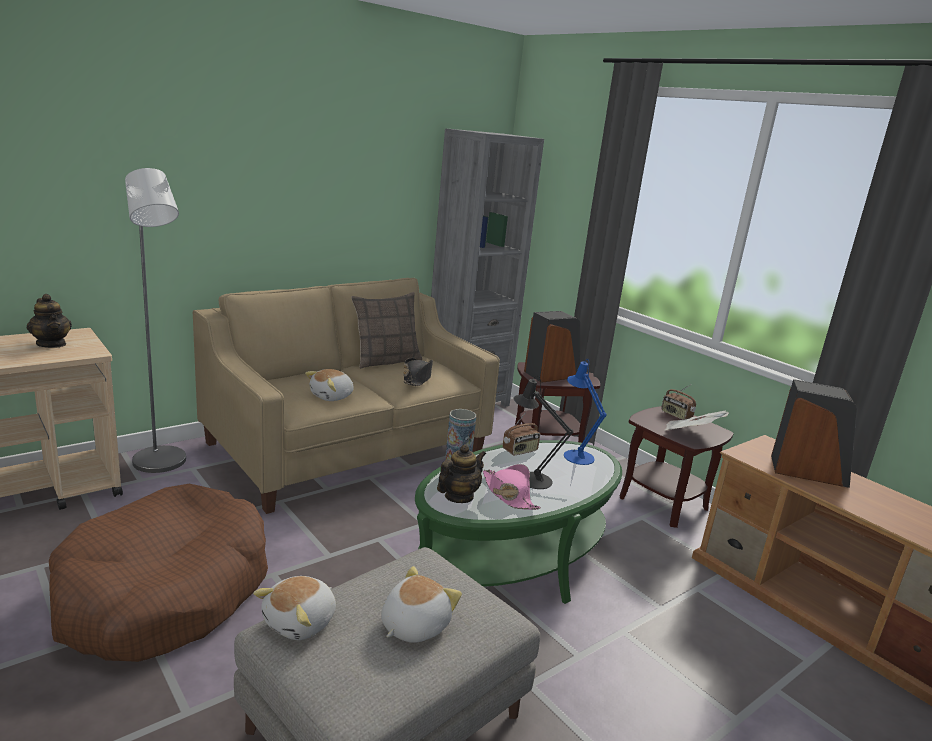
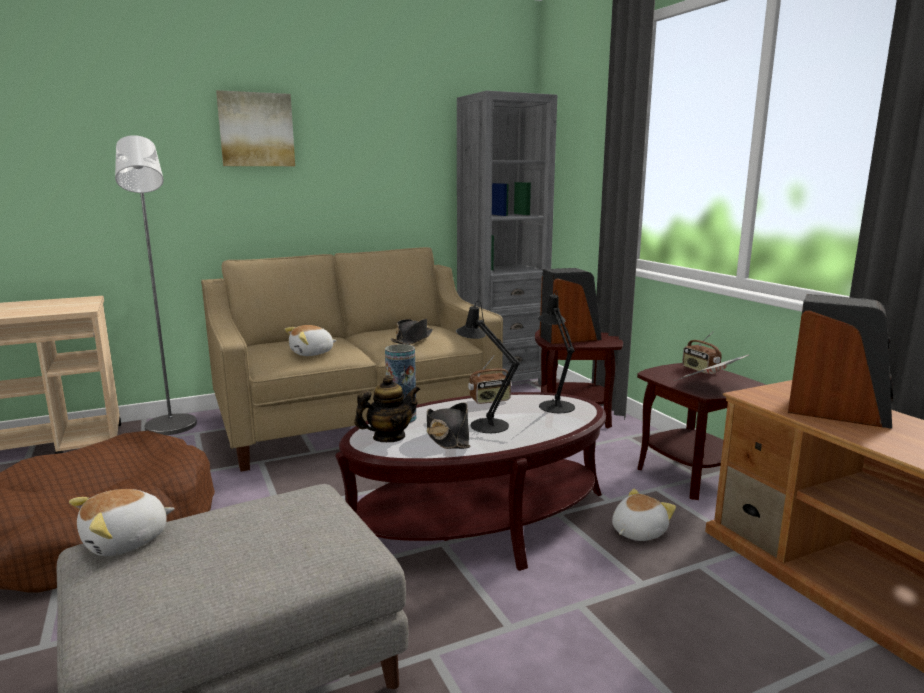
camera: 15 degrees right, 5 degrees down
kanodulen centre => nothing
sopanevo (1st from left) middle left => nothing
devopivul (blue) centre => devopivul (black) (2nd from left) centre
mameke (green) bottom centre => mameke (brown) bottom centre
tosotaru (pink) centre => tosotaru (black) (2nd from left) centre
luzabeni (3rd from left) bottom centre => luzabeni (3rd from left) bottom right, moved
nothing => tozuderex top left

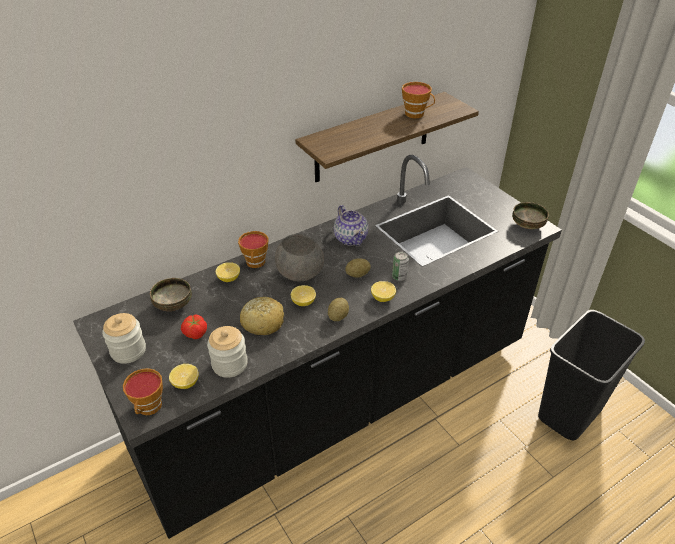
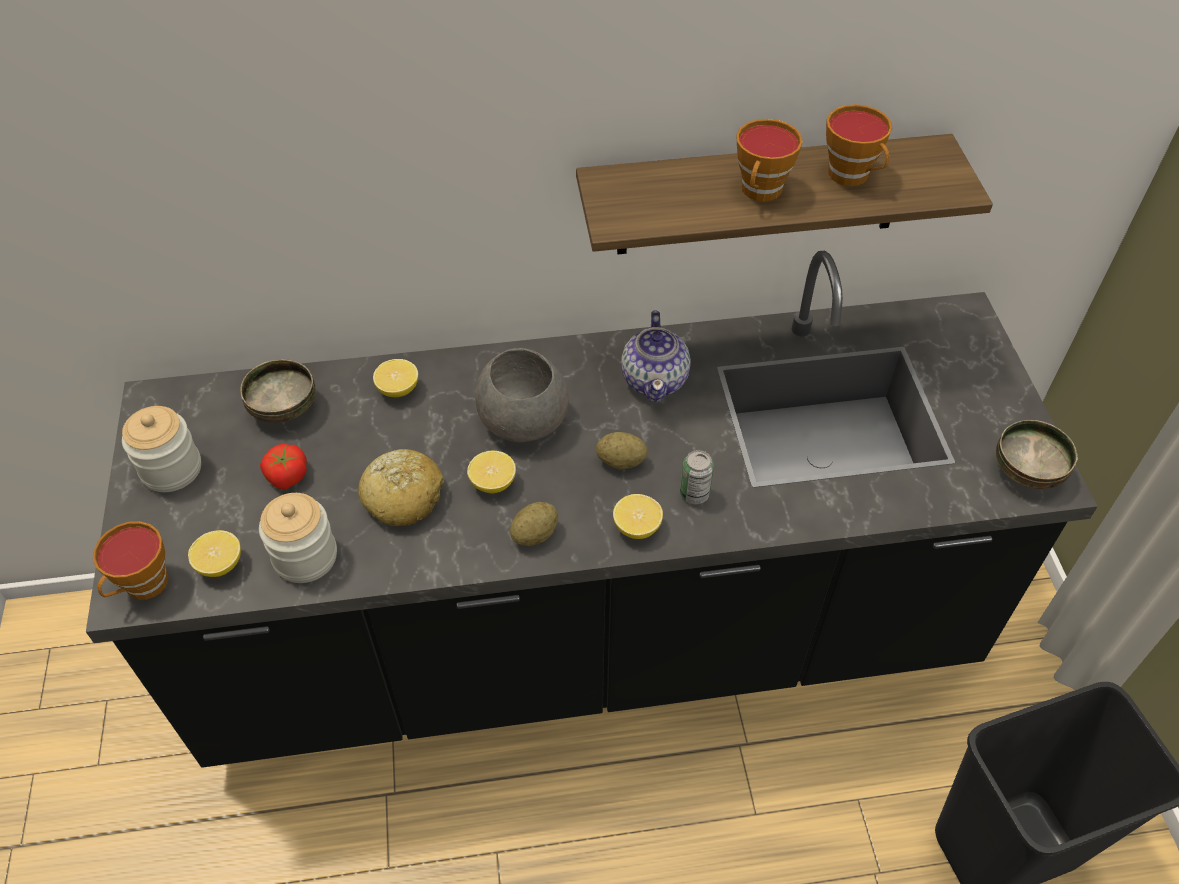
camera: 25 degrees right, 10 degrees up
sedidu (2nd from left) centre => sedidu (2nd from left) top centre, moved

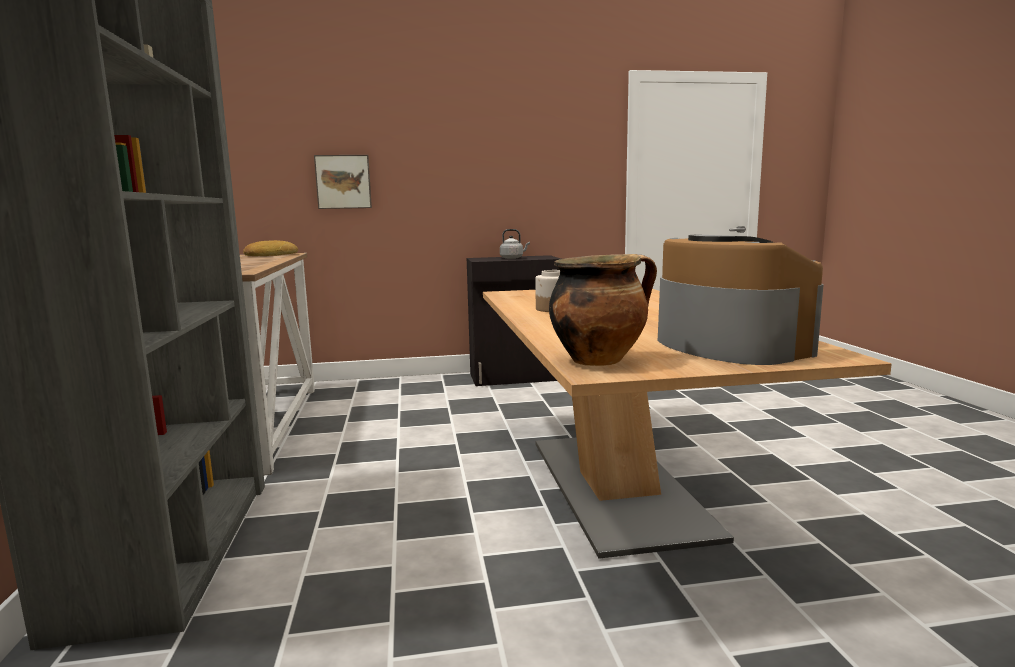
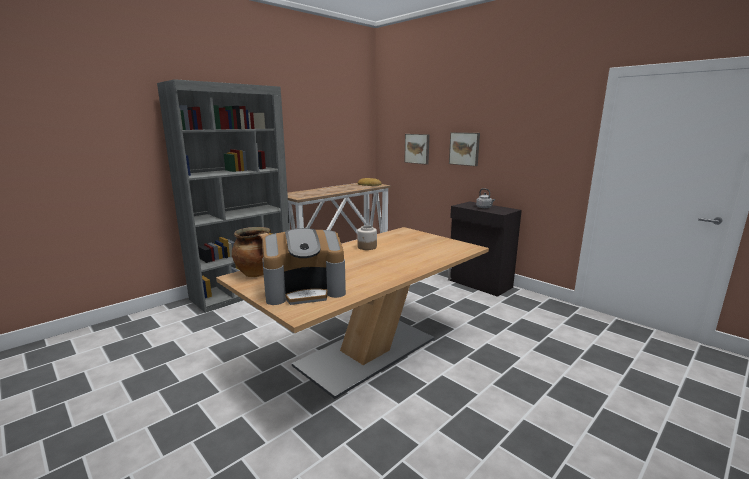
camera: 55 degrees right, 5 degrees up
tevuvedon middle right => tevuvedon centre, 45 degrees clockwise
nothing => tozuderex (2nd from left) top centre

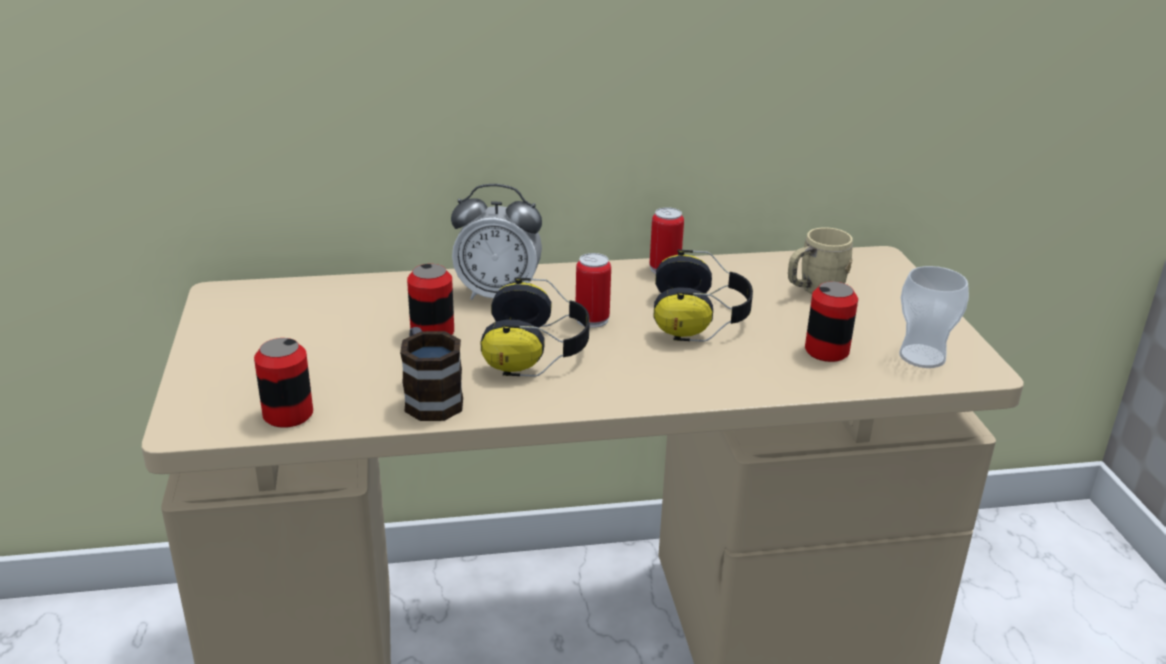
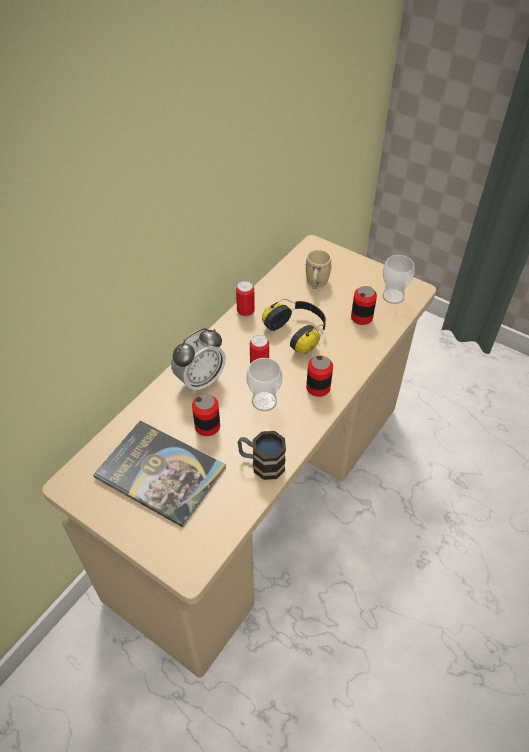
camera: 45 degrees left, 20 degrees up
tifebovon (1st from left) centre => sedidu (1st from left) centre
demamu (1st from left in the first image) middle left => demamu (4th from left) centre, moved
nothing => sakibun middle left

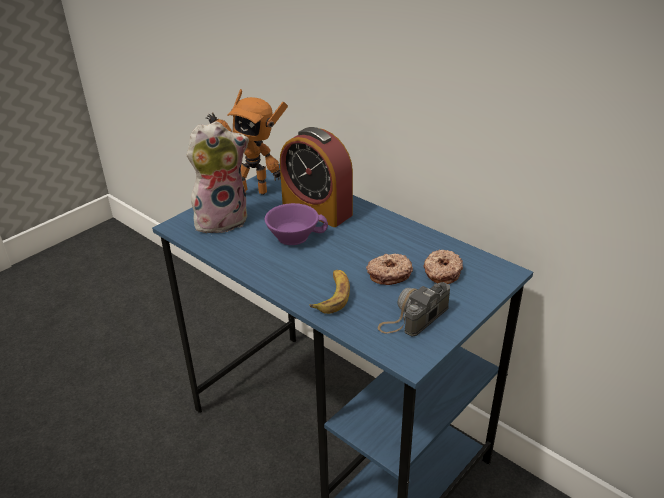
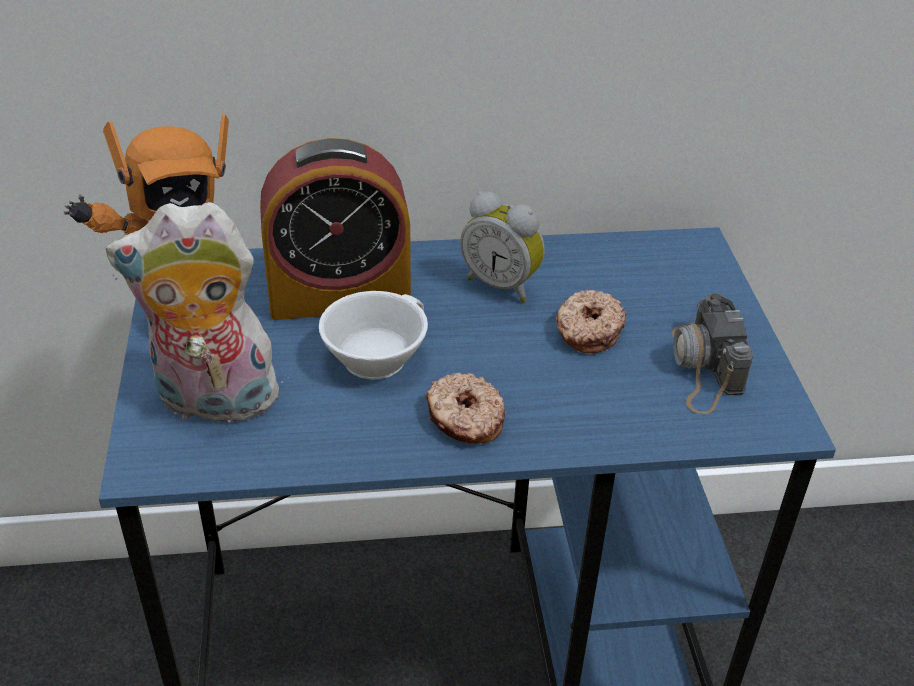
camera: 50 degrees left, 5 degrees up
luzabeni middle left, 105 degrees counterclockwise
sedidu (purple) centre => sedidu (white) centre
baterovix (2nd from left in the first image) middle right => baterovix (1st from left) centre, moved
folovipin centre => nothing
nothing => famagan (2nd from left) centre

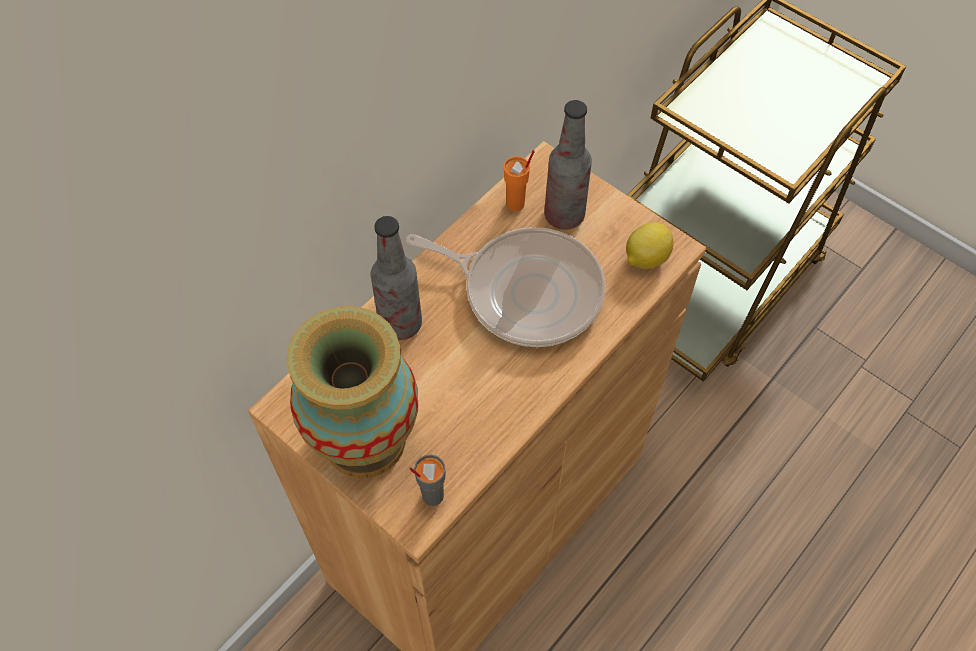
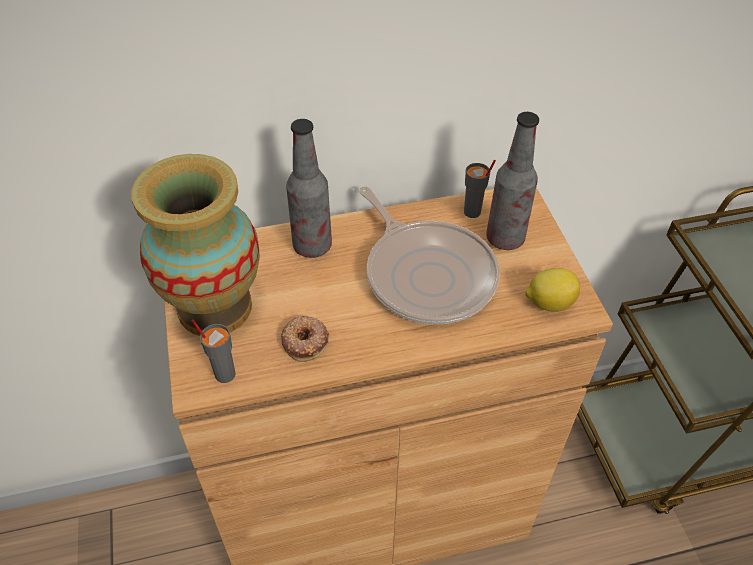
camera: 35 degrees right, 10 degrees down
sedidu (orange) top centre => sedidu (grey) (2nd from left) centre
nothing => baterovix centre

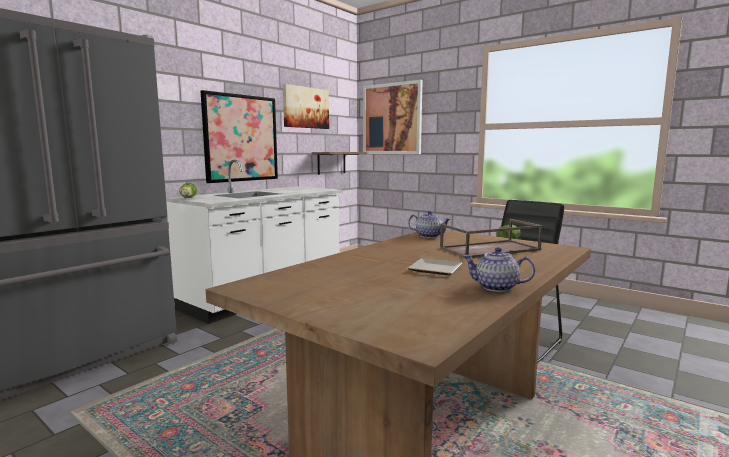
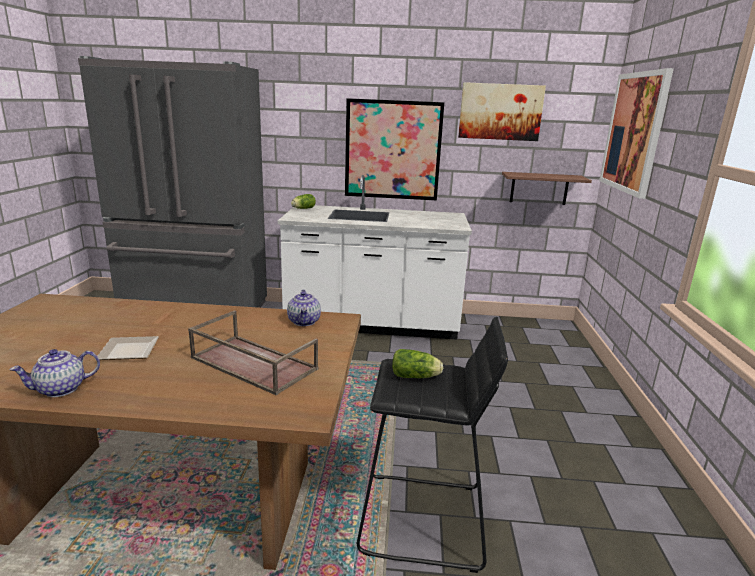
camera: 55 degrees right, 10 degrees up
sopanevo (2nd from left in the first image) middle right => sopanevo (1st from left) middle left, 105 degrees counterclockwise

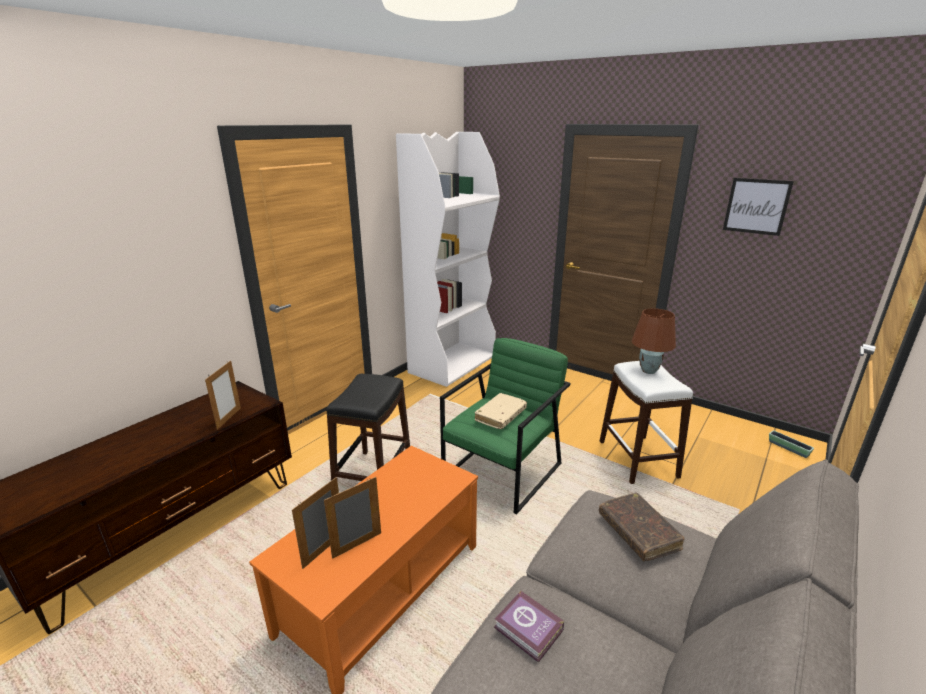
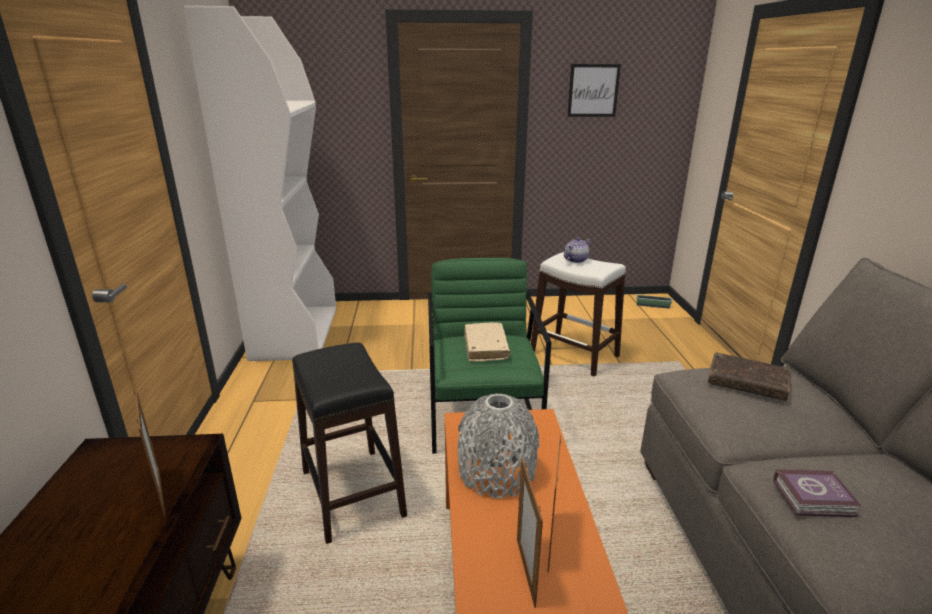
camera: 40 degrees left, 0 degrees up
devopivul (brown) middle right => sopanevo centre
nothing => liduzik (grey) bottom centre

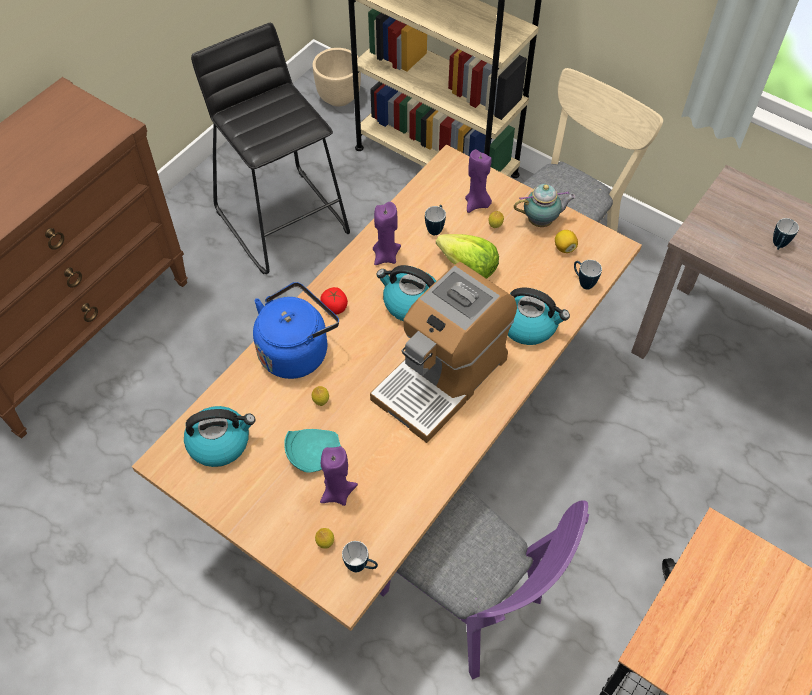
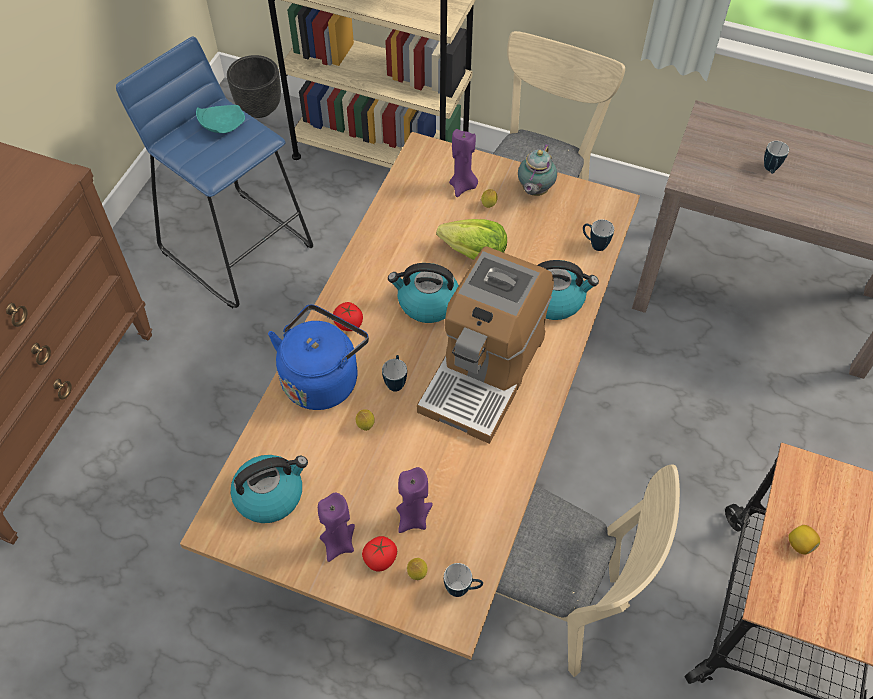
camera: 15 degrees left, 0 degrees up
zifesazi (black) top left => zifesazi (blue) top left
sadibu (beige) top centre => sadibu (black) top left
sopanevo top right => sopanevo top centre, 135 degrees clockwise
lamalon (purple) (2nd from left in the first image) centre => lamalon (purple) (1st from left) bottom centre, moved
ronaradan (2nd from left in the first image) top centre => ronaradan (1st from left) centre, moved
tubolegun (4th from left) middle right => tubolegun (4th from left) bottom right, moved
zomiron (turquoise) centre => zomiron (turquoise) top left, moved
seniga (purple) bottom centre => seniga (beige) (2nd from left) bottom right
nothing => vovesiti (2nd from left) bottom centre

